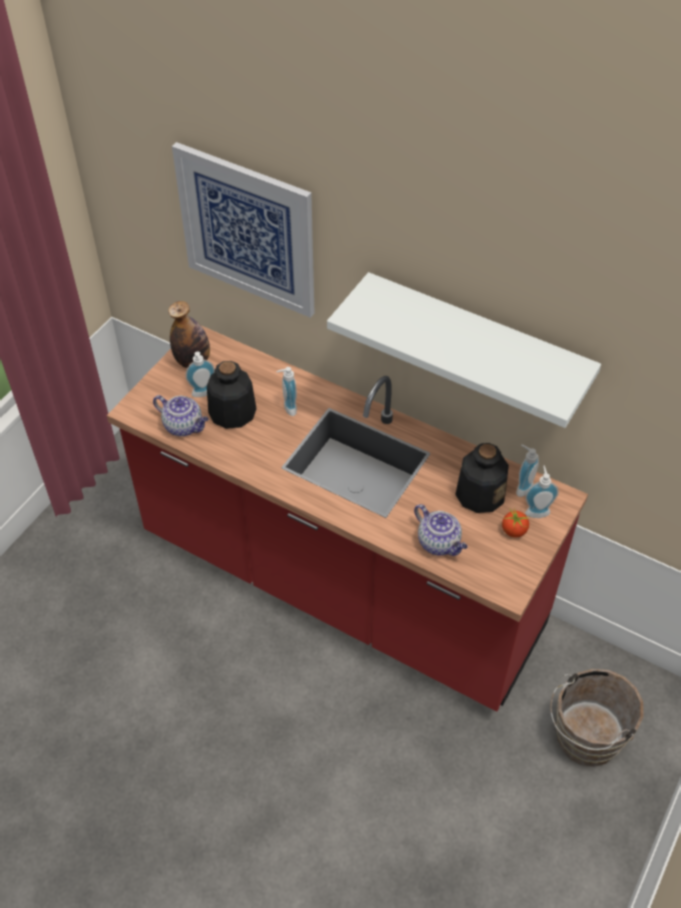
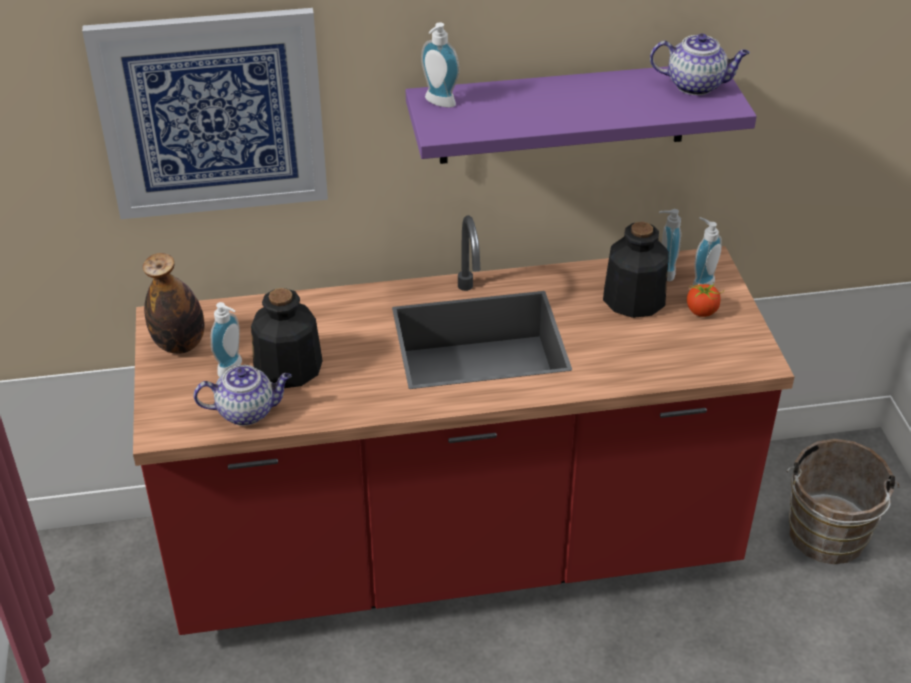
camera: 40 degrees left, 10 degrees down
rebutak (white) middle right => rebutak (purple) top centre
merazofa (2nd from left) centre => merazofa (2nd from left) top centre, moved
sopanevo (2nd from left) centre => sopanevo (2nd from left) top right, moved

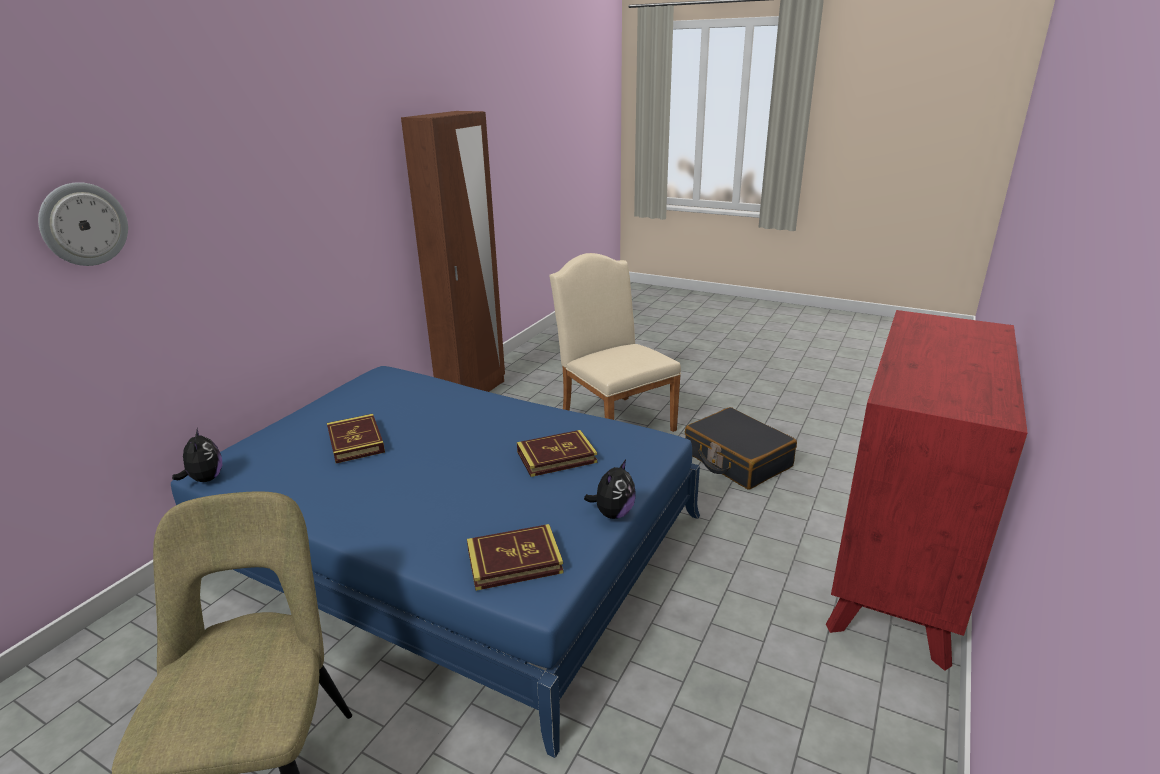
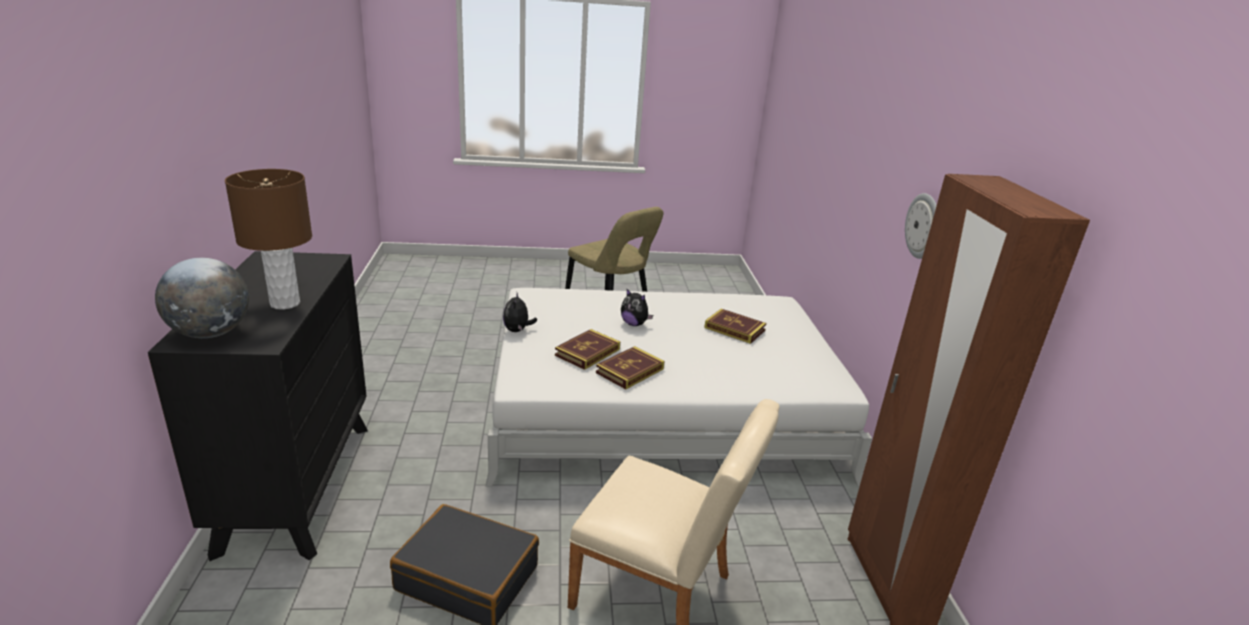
camera: 145 degrees right, 0 degrees up
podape top left => podape middle right, moved
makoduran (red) middle right => makoduran (black) middle left
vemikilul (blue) bottom centre => vemikilul (white) centre
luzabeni (1st from left in the first image) middle left => luzabeni (2nd from left) centre, moved
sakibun (2nd from left) bottom centre => sakibun (2nd from left) centre, moved
nothing => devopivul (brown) middle left
nothing => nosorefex middle left

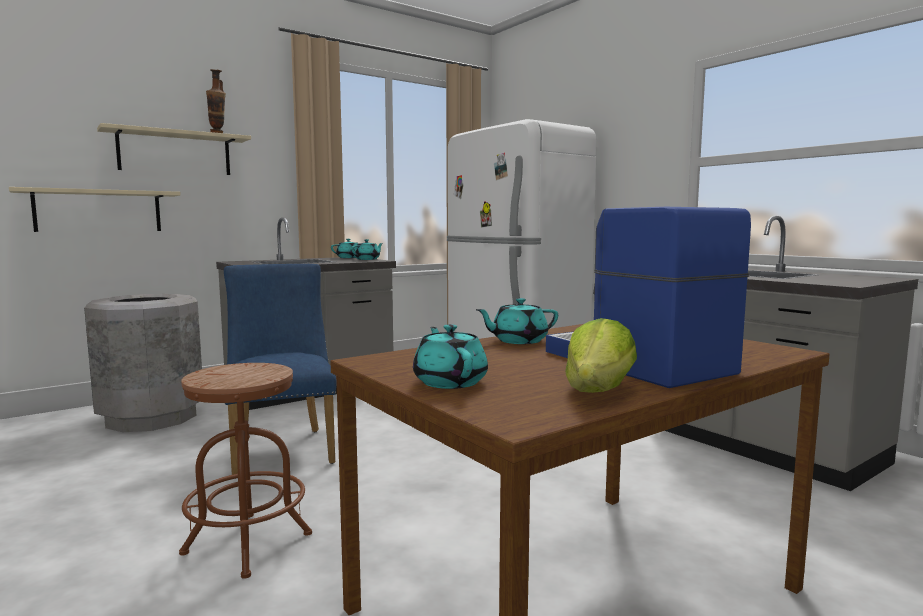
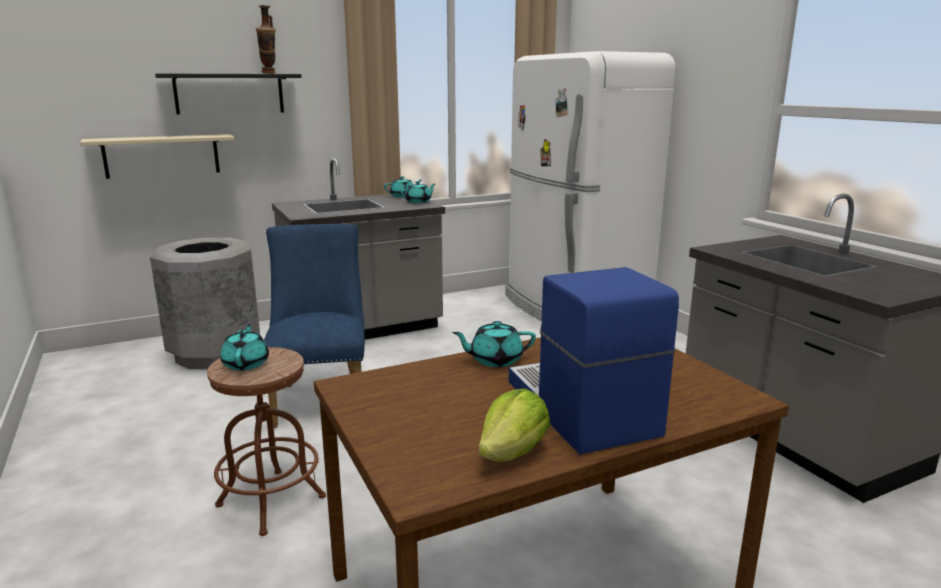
camera: 10 degrees right, 10 degrees up
rebutak (beige) (2nd from left) top left => rebutak (black) top left
sopanevo (turquoise) (3rd from left in the first image) centre => sopanevo (turquoise) (1st from left) middle left, moved

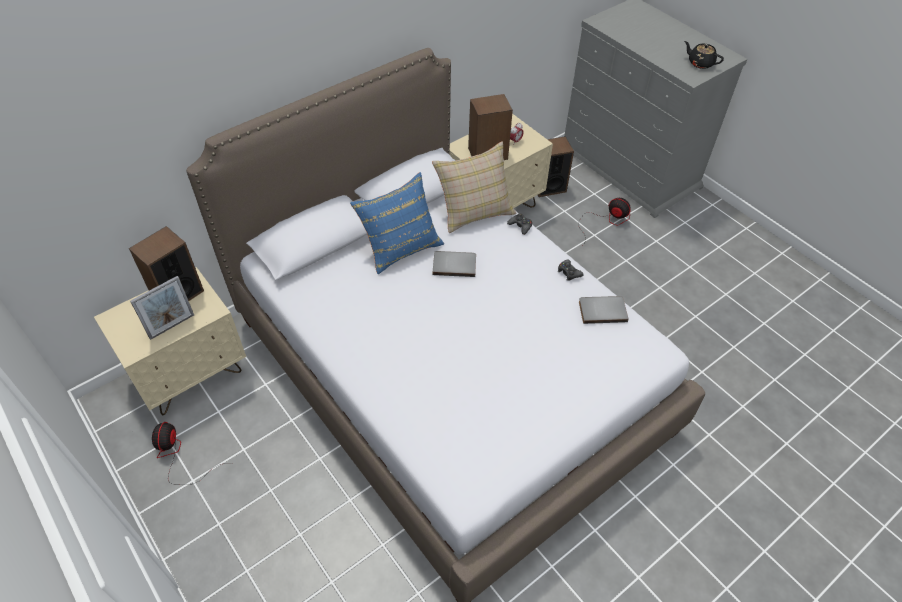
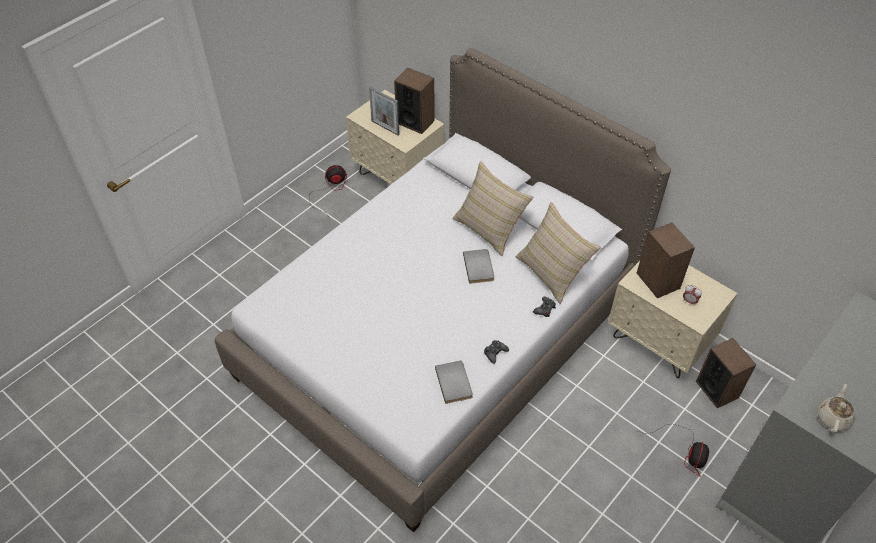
camera: 80 degrees right, 0 degrees up
sopanevo (black) top right => sopanevo (beige) bottom right
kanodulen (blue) centre => kanodulen (beige) (1st from left) centre

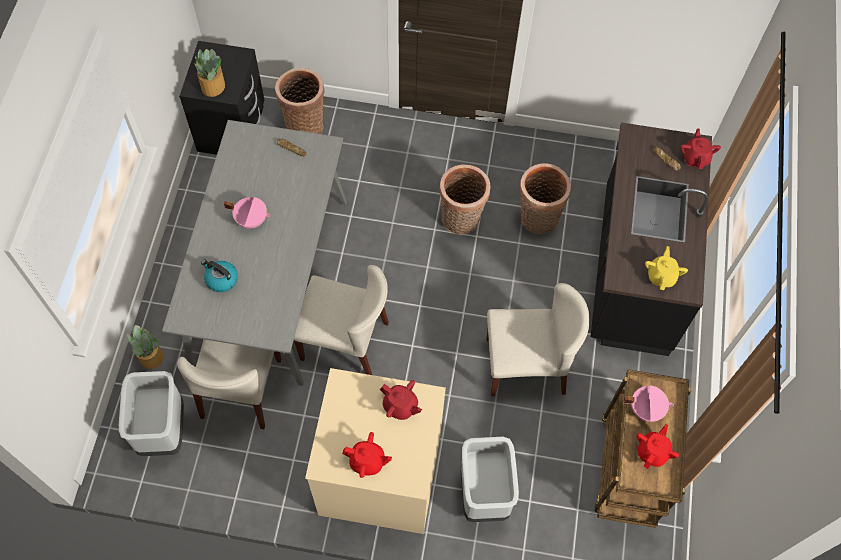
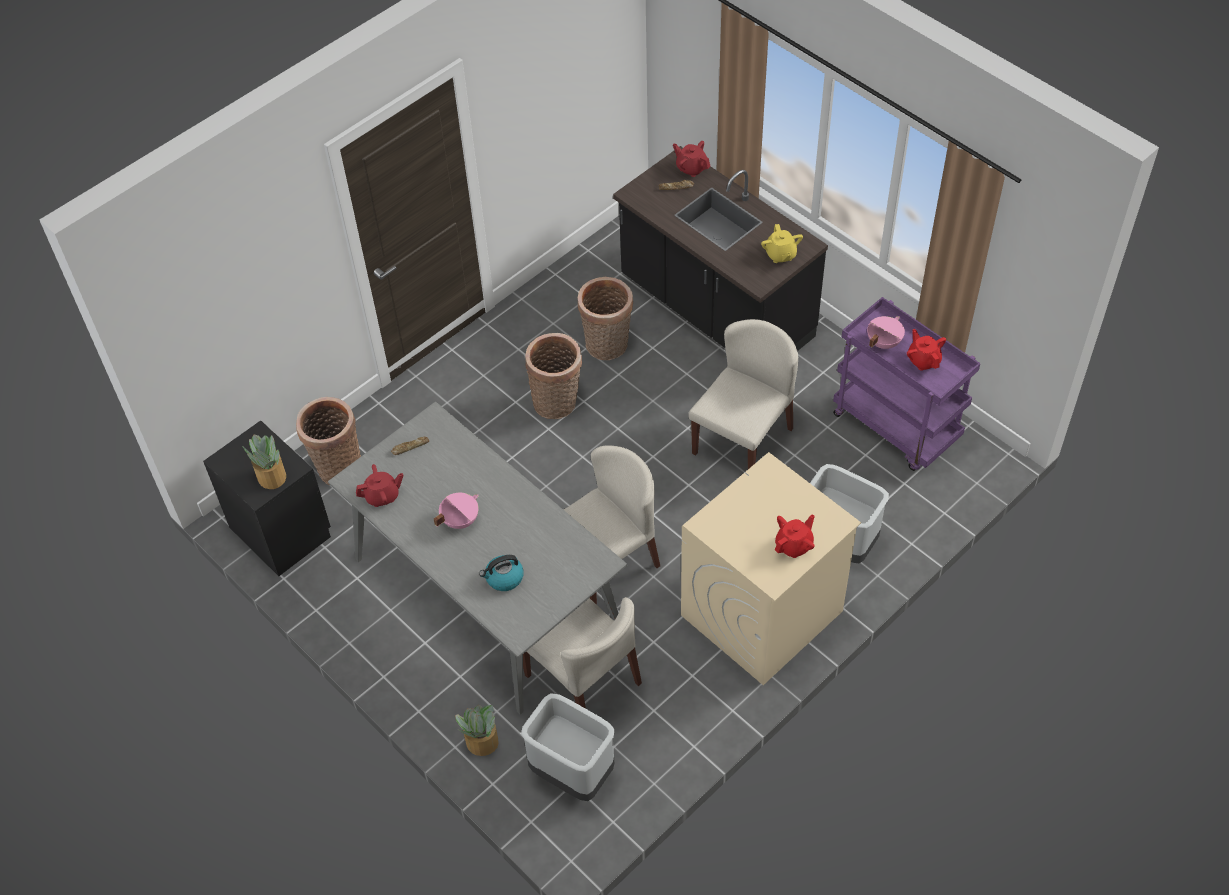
camera: 50 degrees left, 10 degrees down
sopanevo (yellow) middle right => sopanevo (yellow) top centre, 150 degrees counterclockwise
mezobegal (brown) bottom right => mezobegal (purple) middle right
sopanevo (red) (2nd from left in the first image) bottom centre => sopanevo (red) (1st from left) middle left, moved

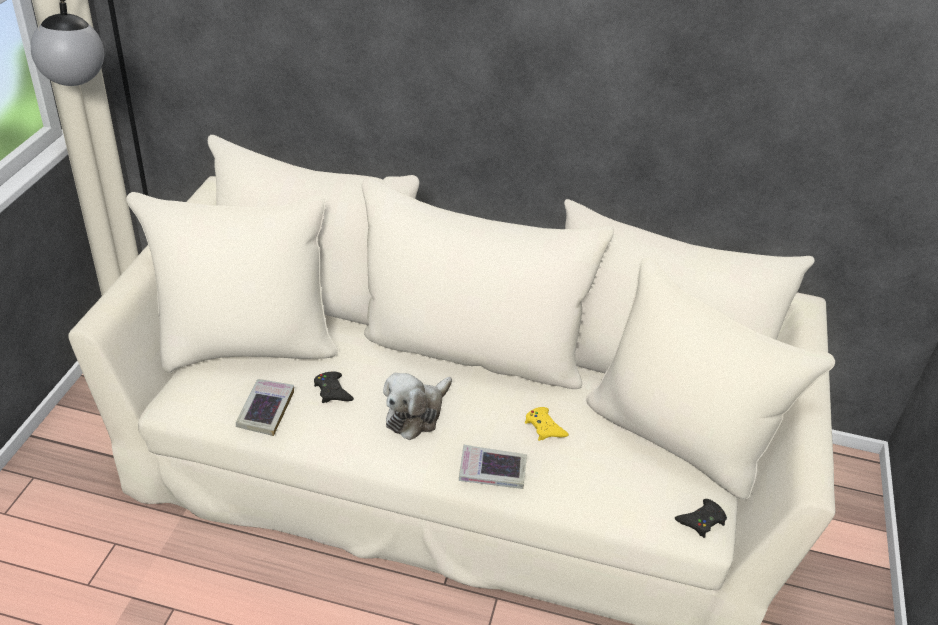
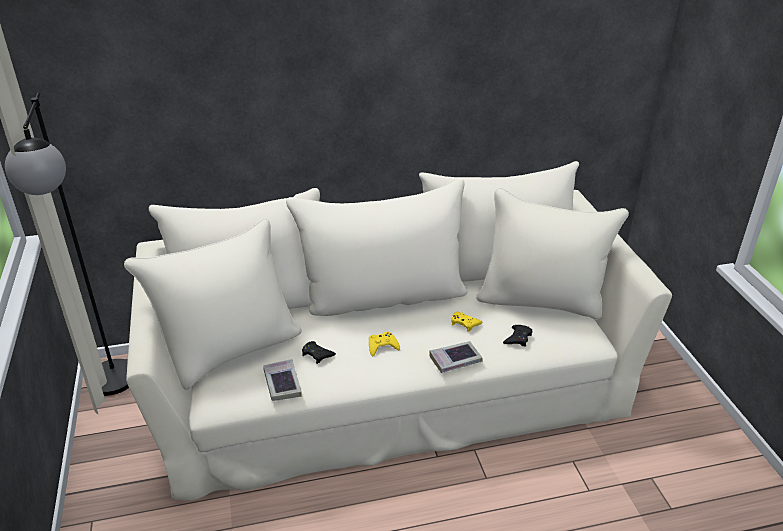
camera: 25 degrees left, 5 degrees down
luzabeni centre => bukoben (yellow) (1st from left) centre
bukoben (black) (2nd from left) bottom right => bukoben (black) (2nd from left) centre, moved

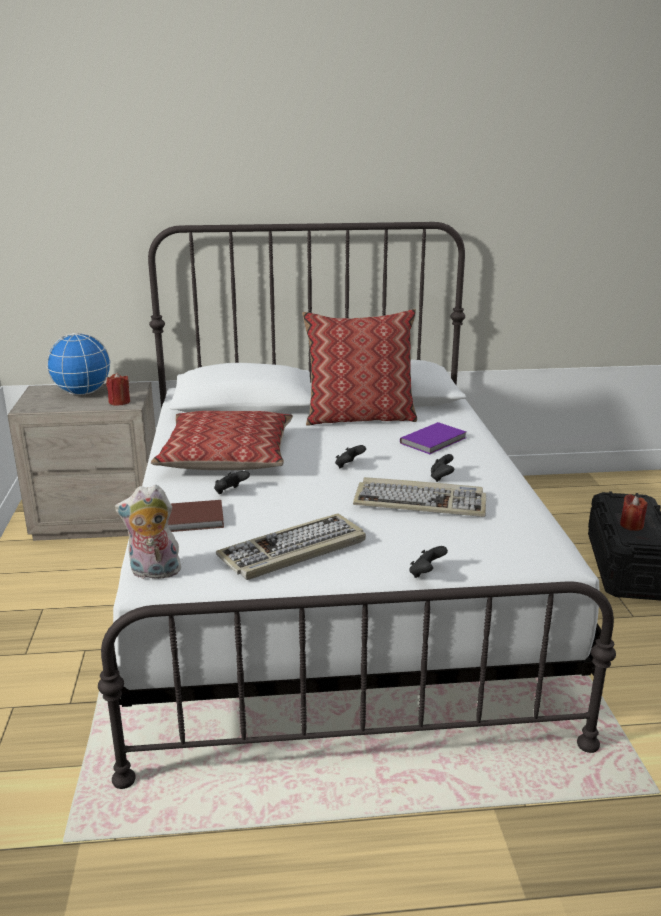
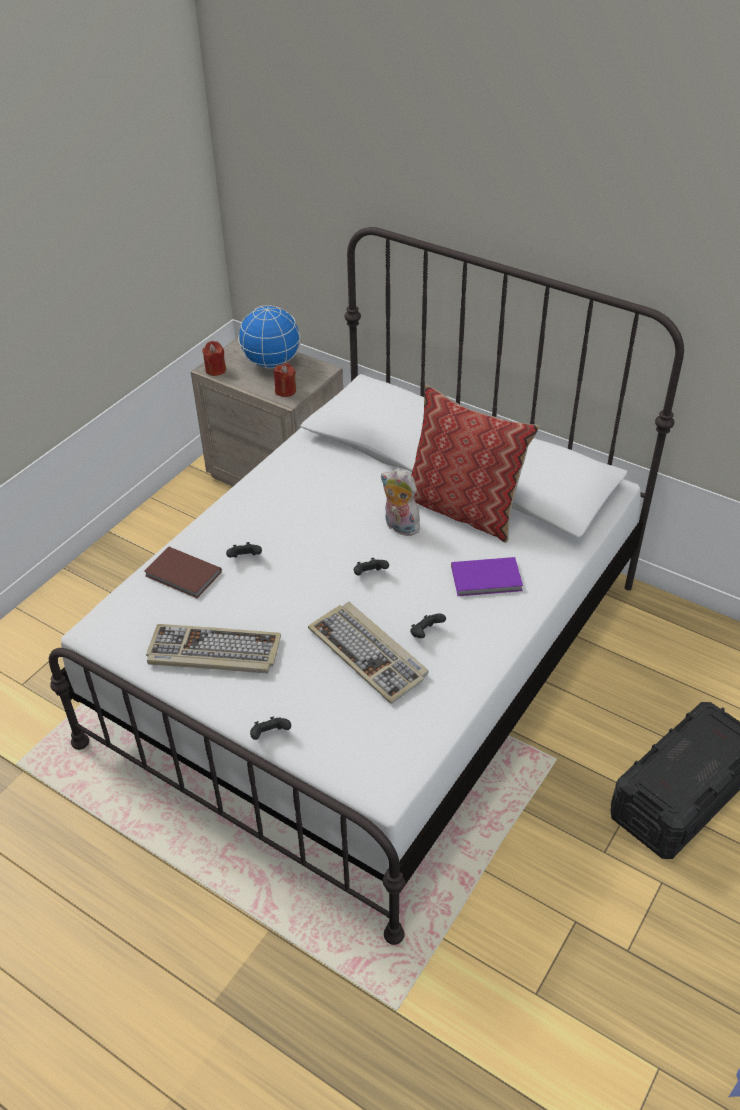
camera: 40 degrees right, 20 degrees up
kanodulen (1st from left) centre => nothing
luzabeni middle left => luzabeni centre, moved
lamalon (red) (2nd from left in the first image) middle right => lamalon (red) (1st from left) top left, moved

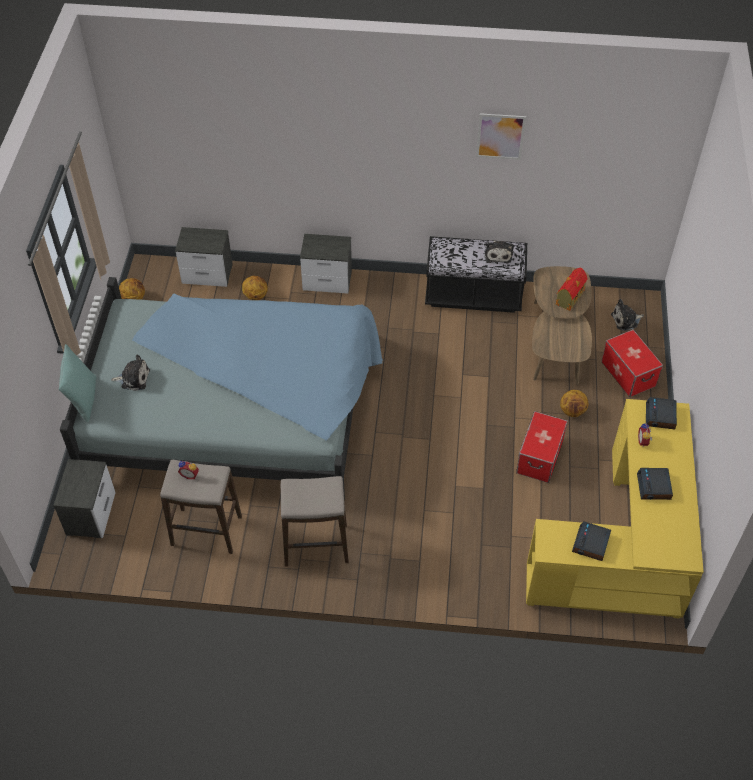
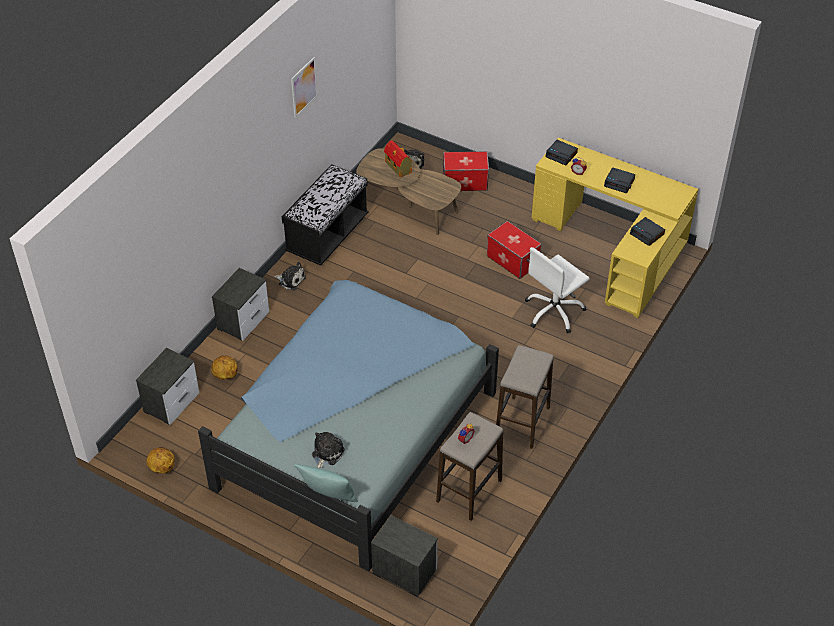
camera: 65 degrees left, 5 degrees down
luzabeni (2nd from left in the first image) top centre => luzabeni (1st from left) centre, moved
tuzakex (3rd from left) middle right => nothing
nothing => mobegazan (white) middle right

